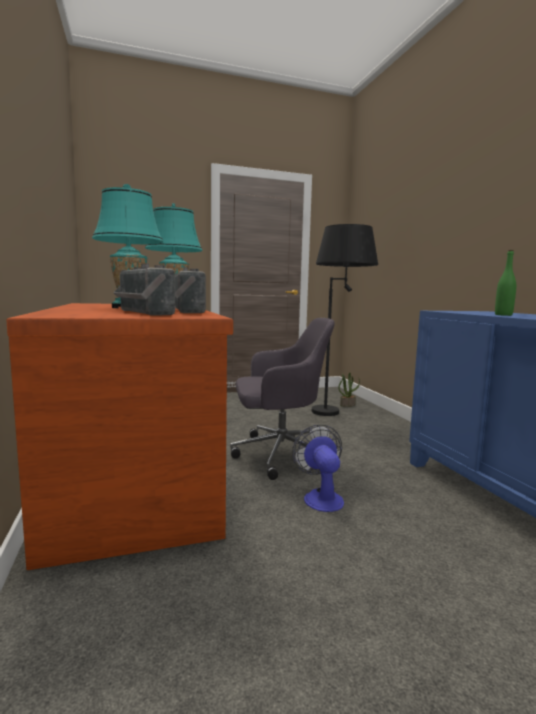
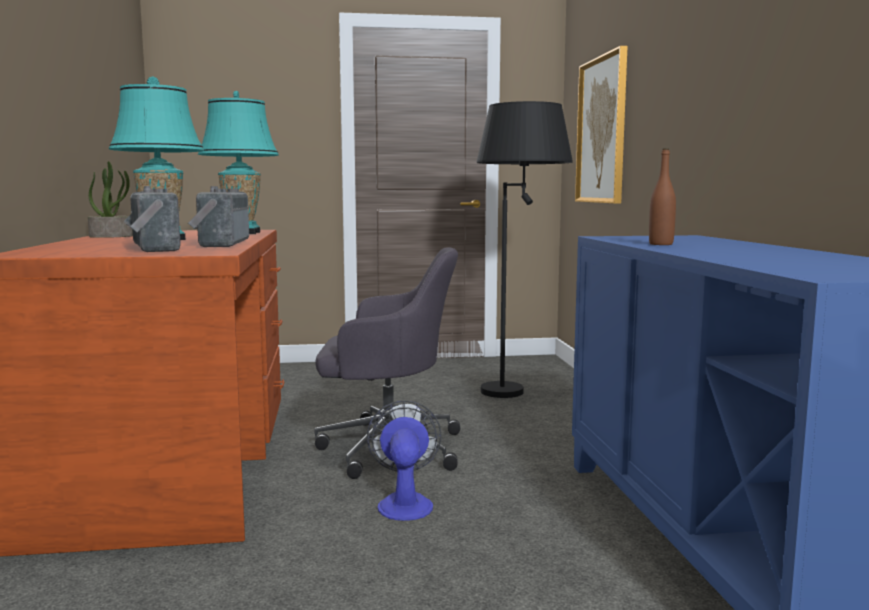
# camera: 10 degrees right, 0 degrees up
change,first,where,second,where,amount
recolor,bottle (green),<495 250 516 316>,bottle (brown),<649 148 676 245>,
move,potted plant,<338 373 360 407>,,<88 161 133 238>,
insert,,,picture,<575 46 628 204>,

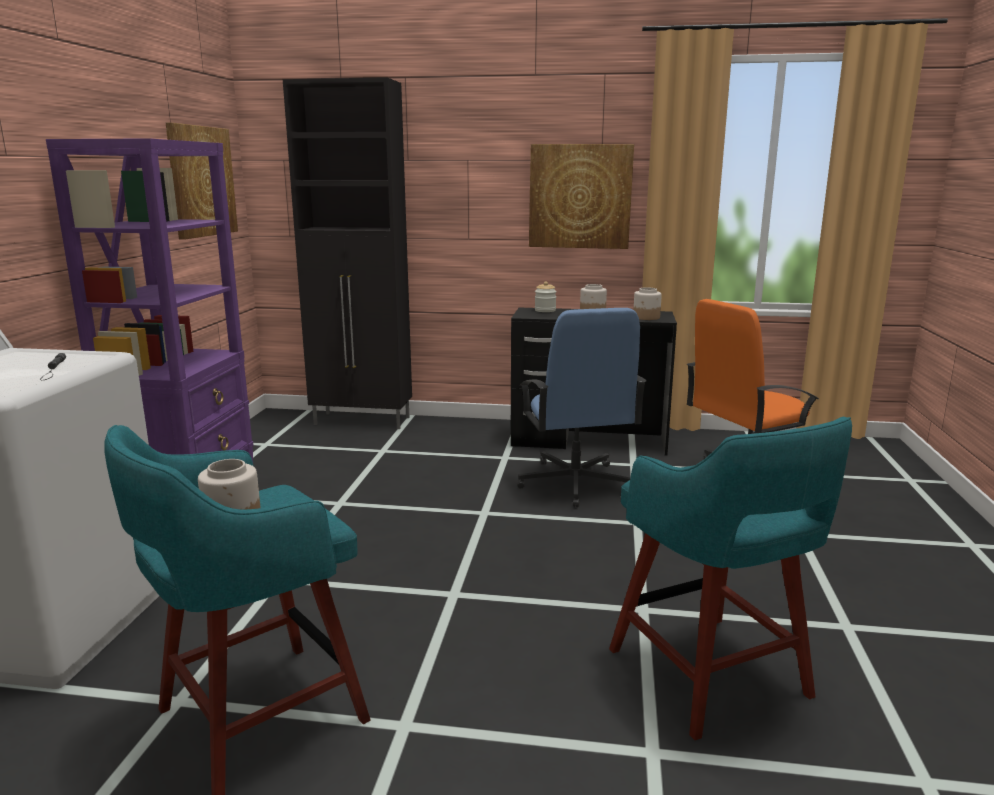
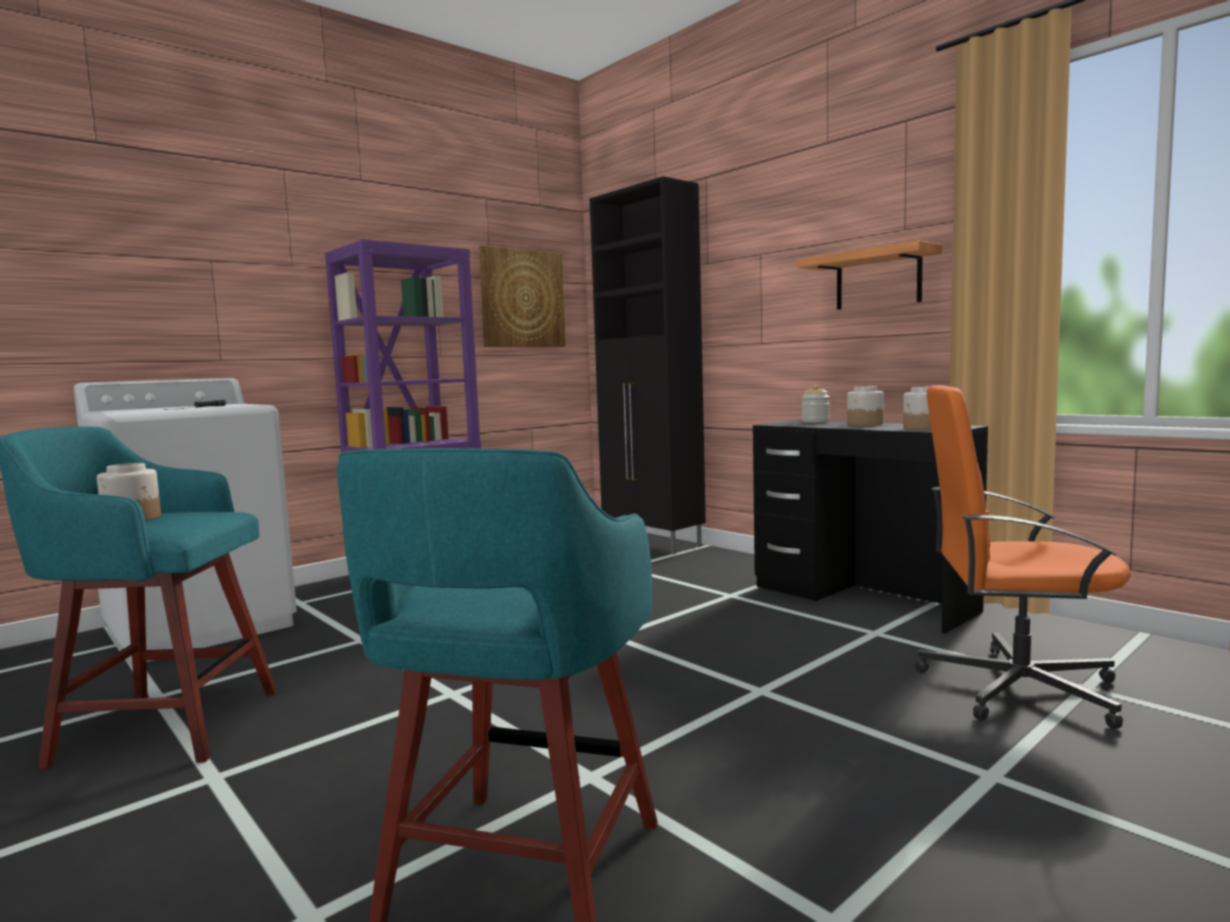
# camera: 40 degrees right, 10 degrees down
change,first,where,second,where,amount
replace,picture,<529 144 634 249>,shelf,<797 240 942 310>,
delete,office chair (blue),<517 308 647 508>,,,

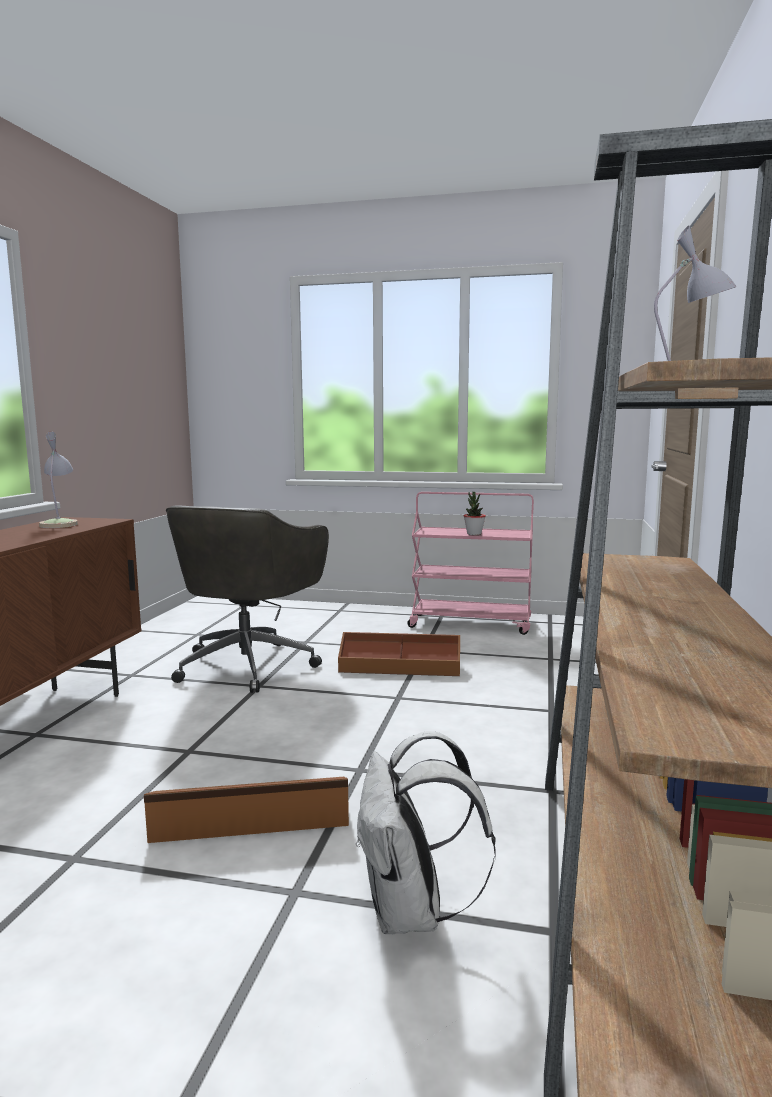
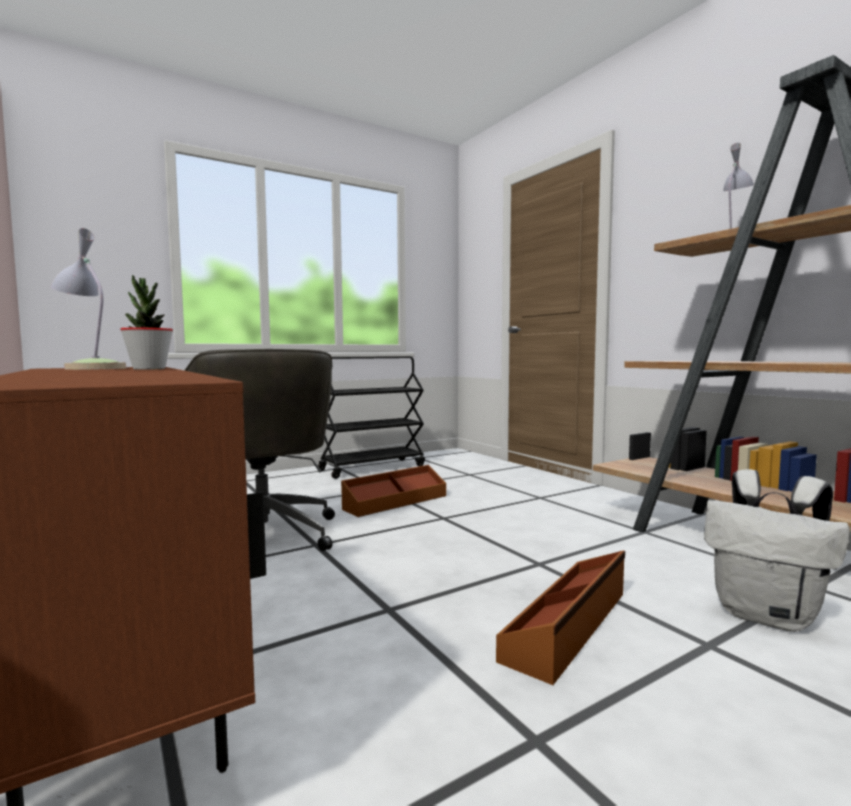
# camera: 45 degrees left, 5 degrees down
change,first,where,second,where,amount
recolor,cart (pink),<407 492 534 635>,cart (black),<318 357 425 479>,
move,potted plant,<464 492 486 535>,,<120 275 173 370>,

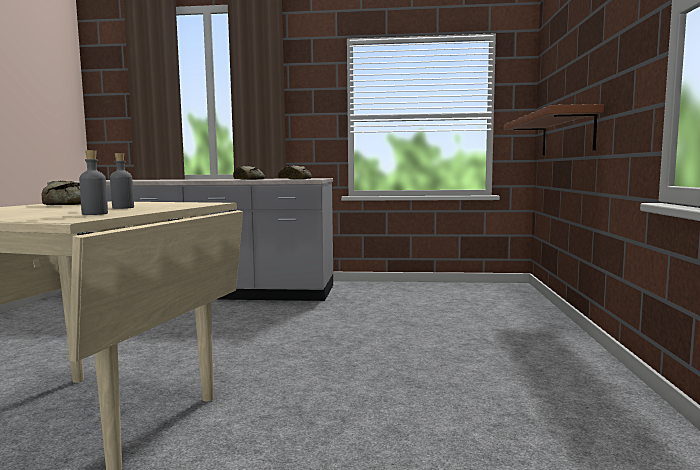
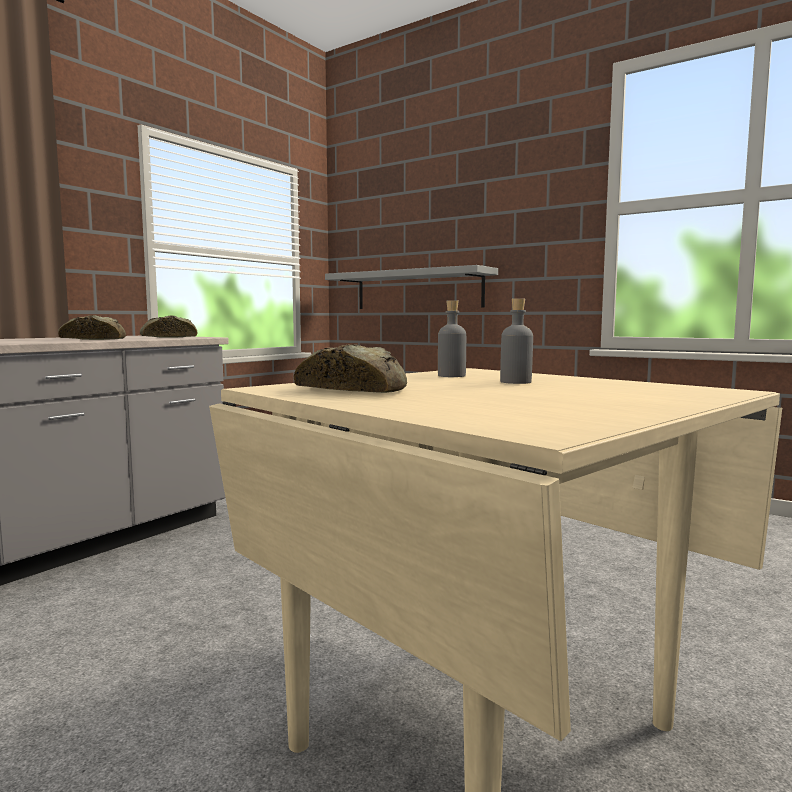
# camera: 60 degrees left, 0 degrees up
change,first,where,second,where,amount
recolor,shelf (brown),<504 104 604 155>,shelf (grey),<325 265 498 309>,
move,bottle (grey),<79 150 108 215>,,<438 300 466 377>,

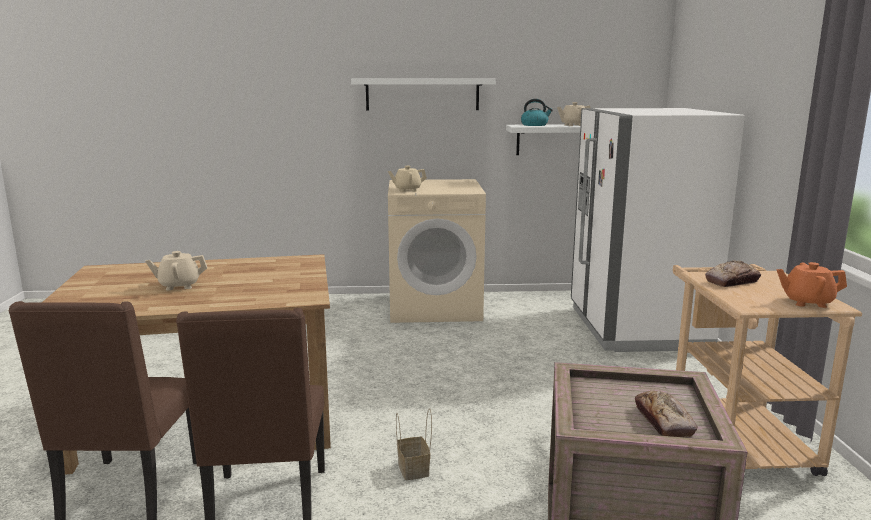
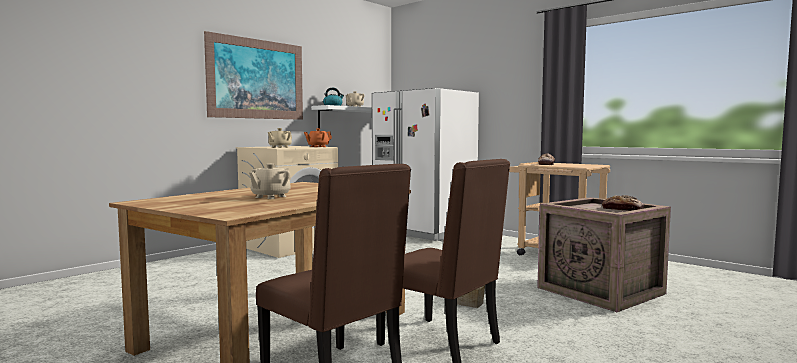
# camera: 45 degrees left, 10 degrees down
change,first,where,second,where,amount
replace,shelf (white),<351 78 496 111>,picture,<204 31 303 120>,
move,teapot (orange),<777 262 847 308>,,<304 128 332 147>,

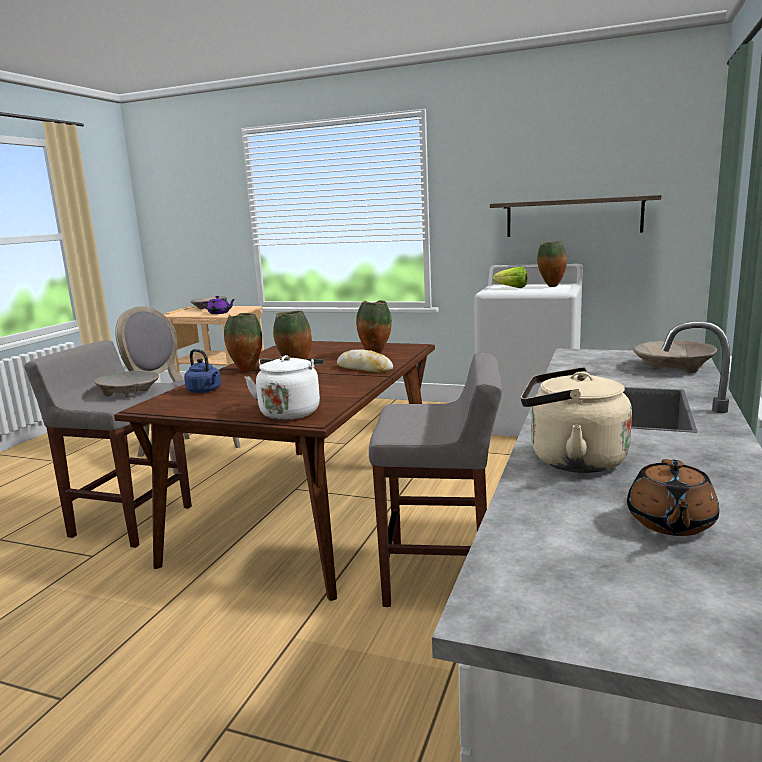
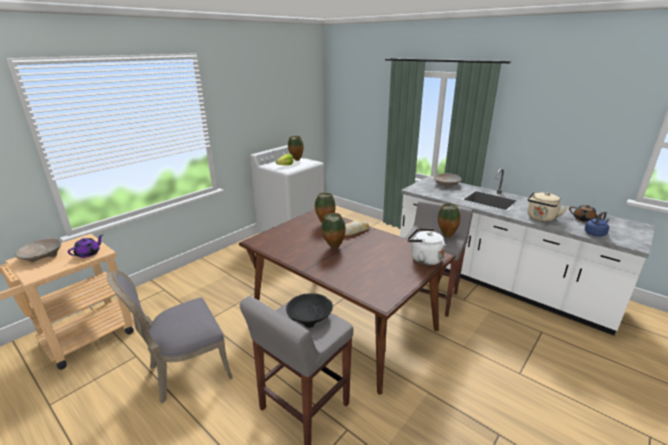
# camera: 70 degrees left, 10 degrees up
change,first,where,second,where,amount
delete,shelf,<490 195 662 237>,,,
move,vase,<224 313 262 372>,,<438 204 460 238>,
move,kettle (blue),<184 349 221 393>,,<585 212 609 237>,
recolor,bowl (beige),<94 371 159 398>,bowl (black),<286 293 333 328>,

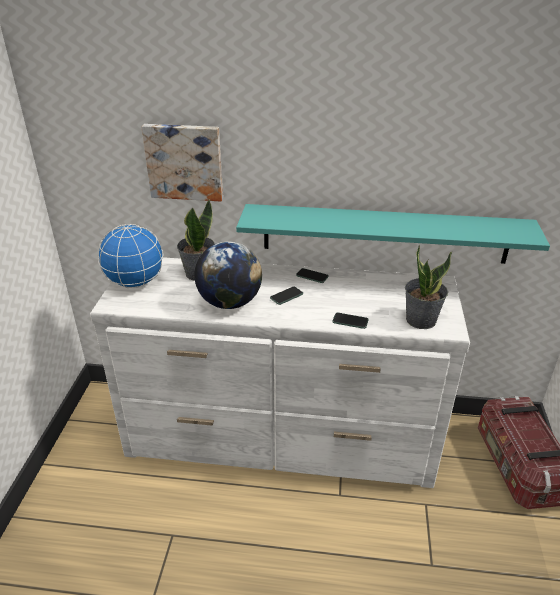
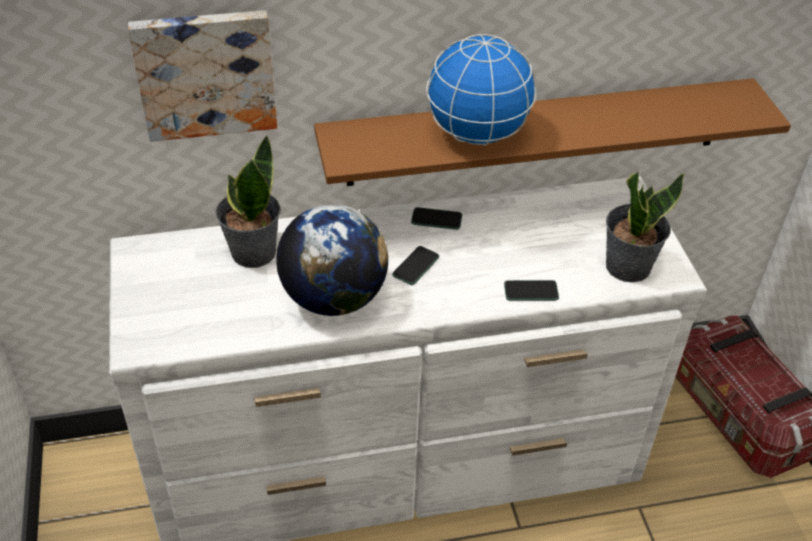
# camera: 20 degrees left, 10 degrees up
change,first,where,second,where,amount
recolor,shelf (turquoise),<236 204 550 264>,shelf (brown),<314 78 791 186>,
move,globe,<98 224 163 288>,,<426 34 536 146>,

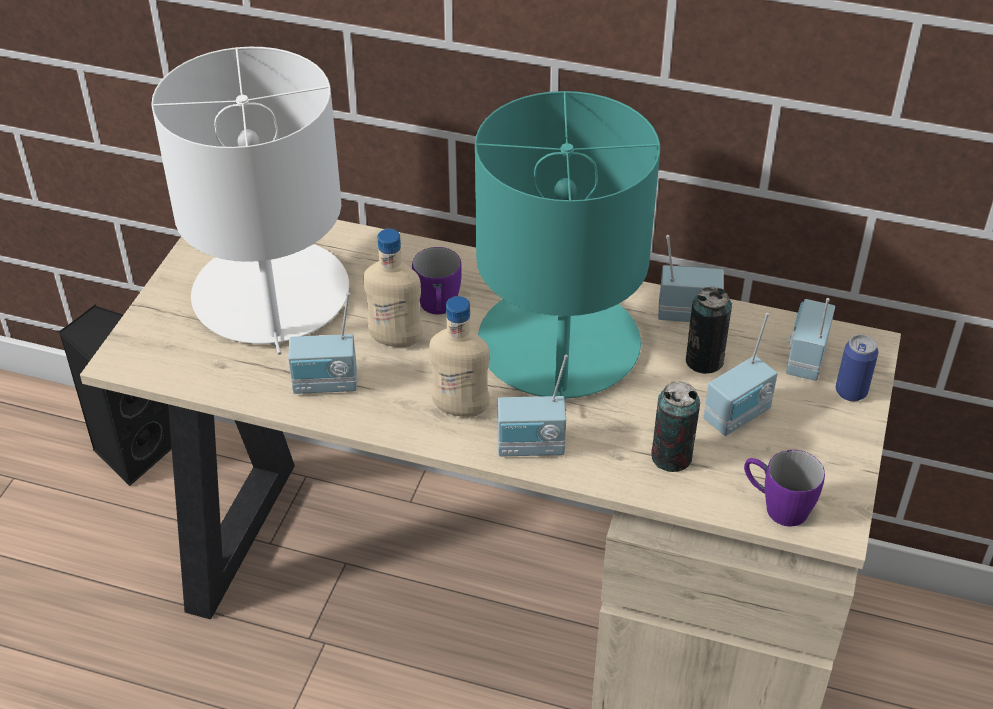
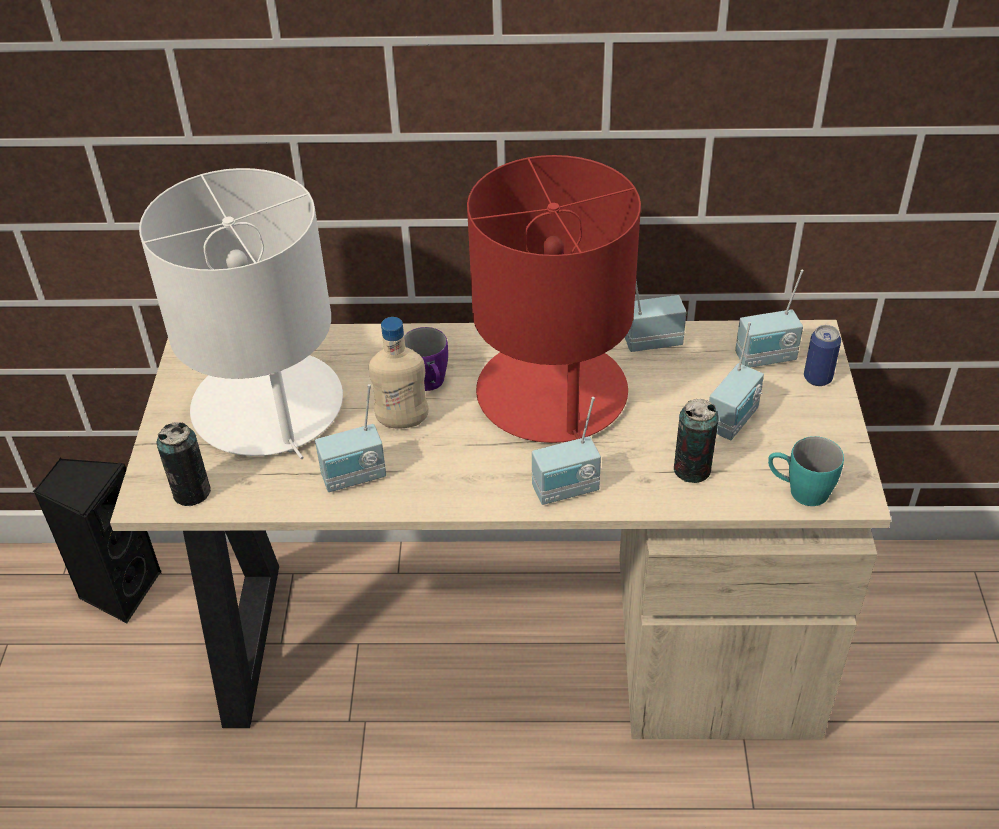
# camera: 15 degrees left, 0 degrees up
change,first,where,second,where,amount
recolor,table lamp (turquoise),<475 91 660 409>,table lamp (red),<467 155 641 443>,
move,can,<686 287 732 374>,,<157 422 211 506>,
delete,bottle (beige),<429 296 490 417>,,,
rotate,radio,<786 298 835 381>,,<735 270 804 368>,105 degrees counterclockwise
recolor,mug (purple),<744 450 825 526>,mug (turquoise),<768 436 844 506>,

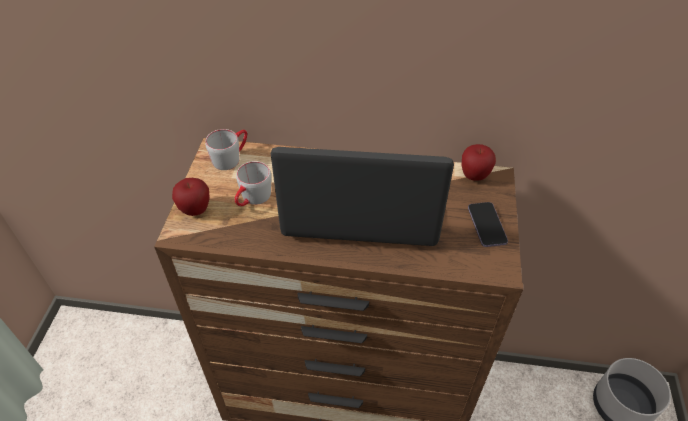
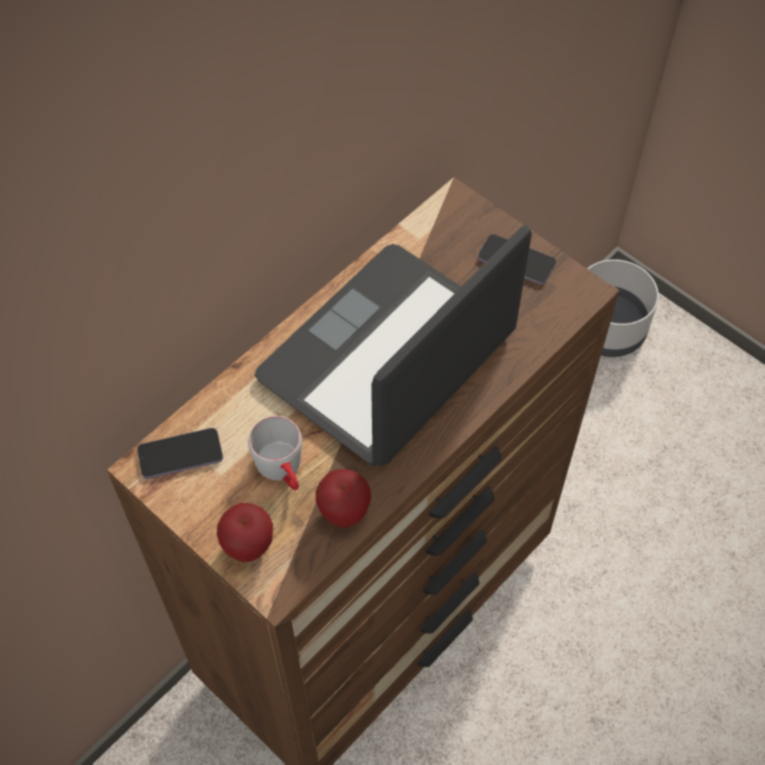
# camera: 55 degrees left, 10 degrees up
change,first,where,second,where,amount
replace,mug (grey),<205 129 247 170>,phone,<137 428 223 479>,
move,apple,<462 144 496 181>,,<316 469 371 528>,

